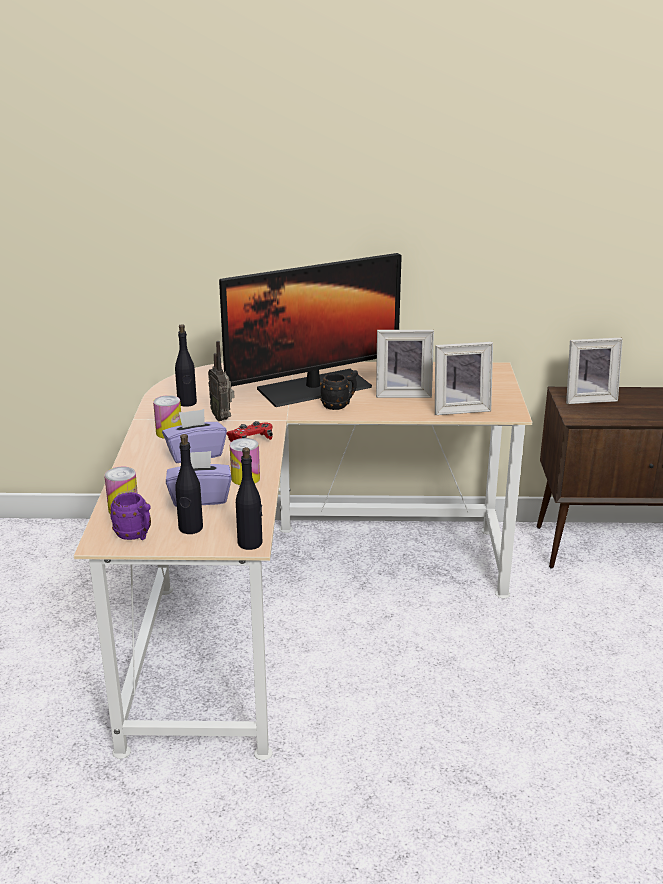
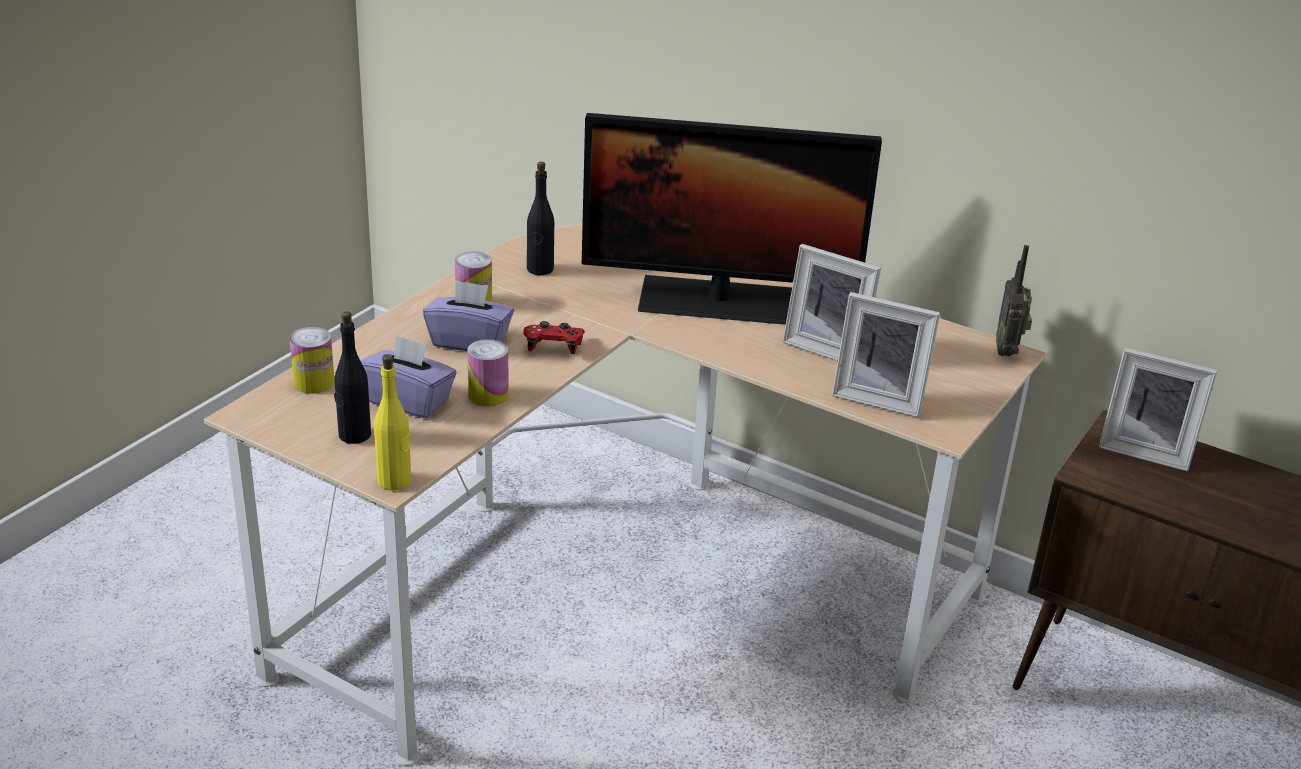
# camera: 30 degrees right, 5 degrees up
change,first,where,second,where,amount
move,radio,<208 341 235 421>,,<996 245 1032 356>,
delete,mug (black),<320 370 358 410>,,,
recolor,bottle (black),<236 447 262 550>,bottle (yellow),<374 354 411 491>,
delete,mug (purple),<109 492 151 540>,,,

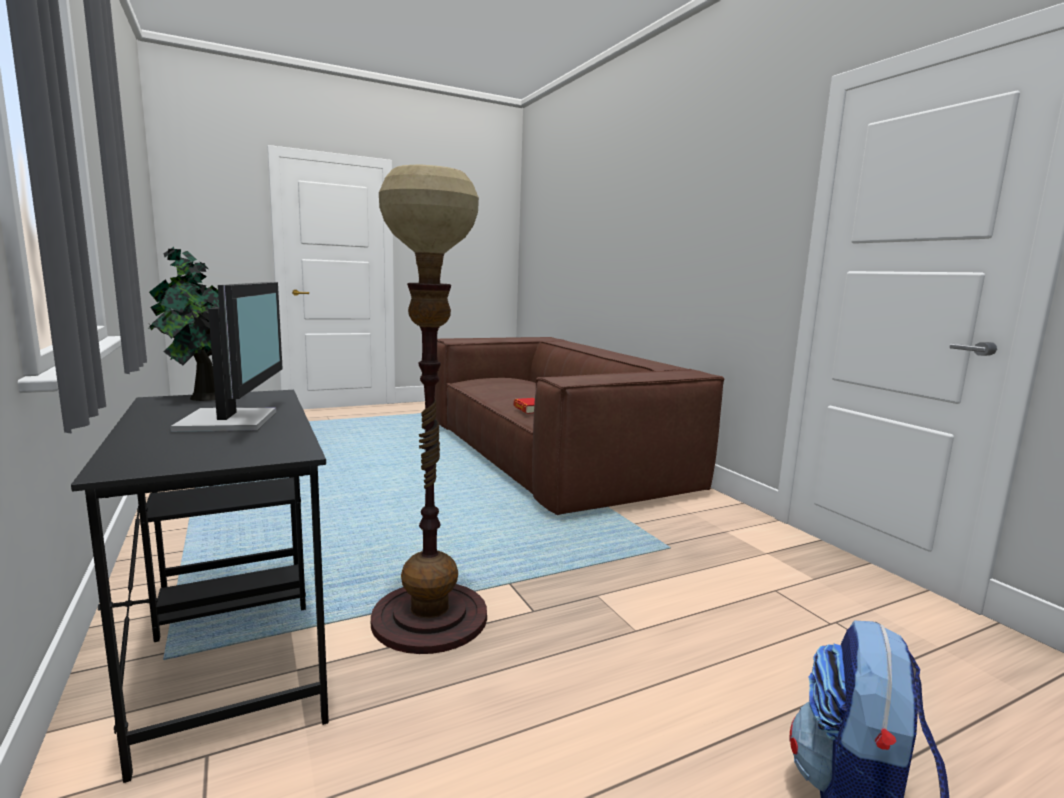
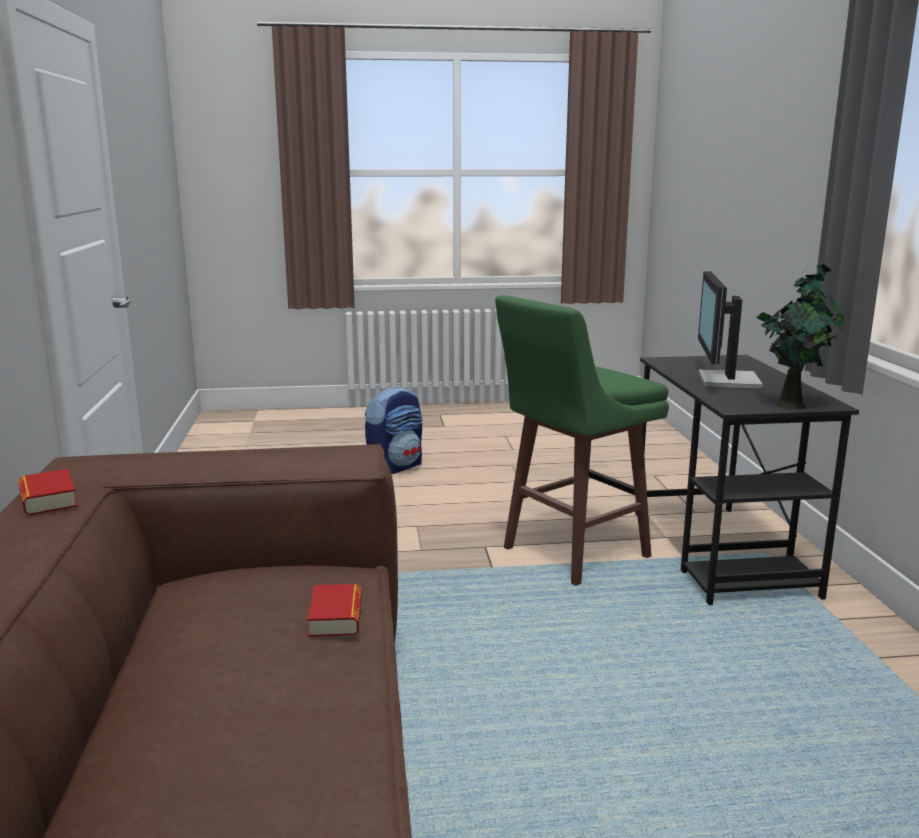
# camera: 160 degrees left, 5 degrees up
change,first,where,second,where,amount
replace,floor lamp,<371 165 487 654>,stool (green),<495 295 669 586>,
insert,,,book,<18 469 78 515>,

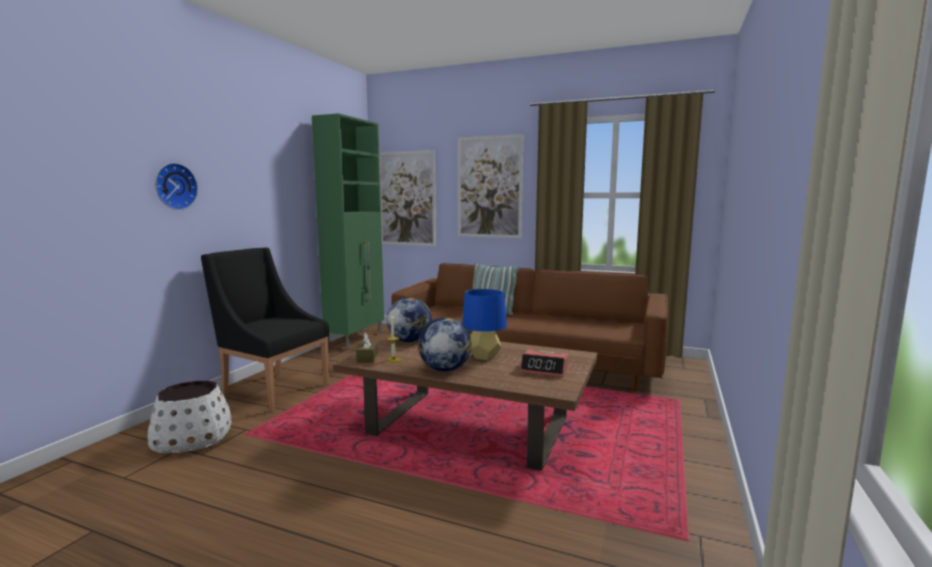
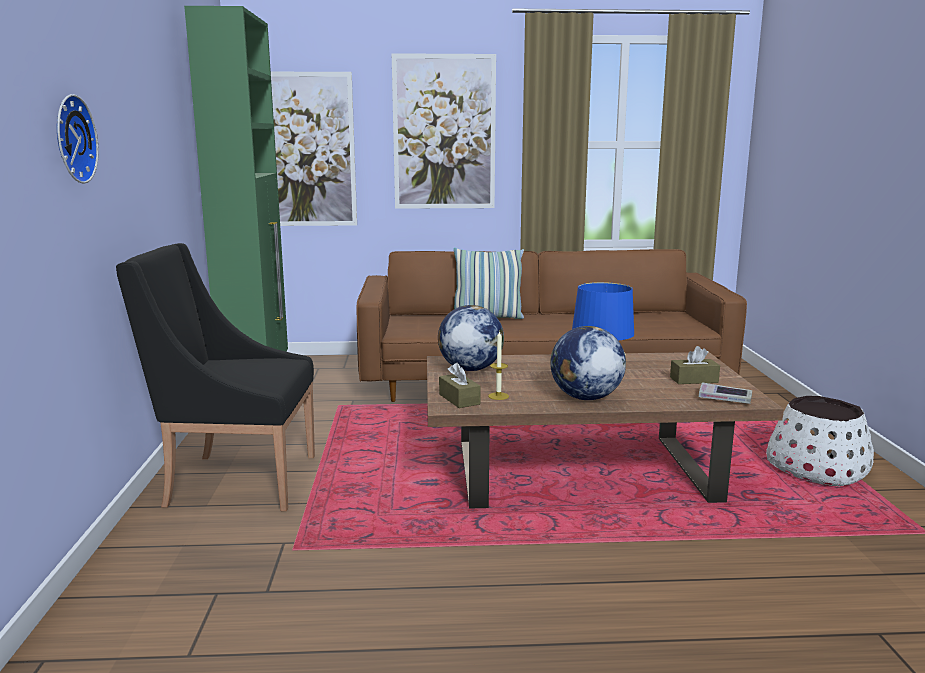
# camera: 25 degrees left, 5 degrees up
change,first,where,second,where,amount
replace,alarm clock,<520 350 568 377>,tissue box (brown),<670 346 720 384>,
move,planter (white),<148 381 232 453>,,<766 396 874 487>,
insert,,,book,<699 382 752 404>,

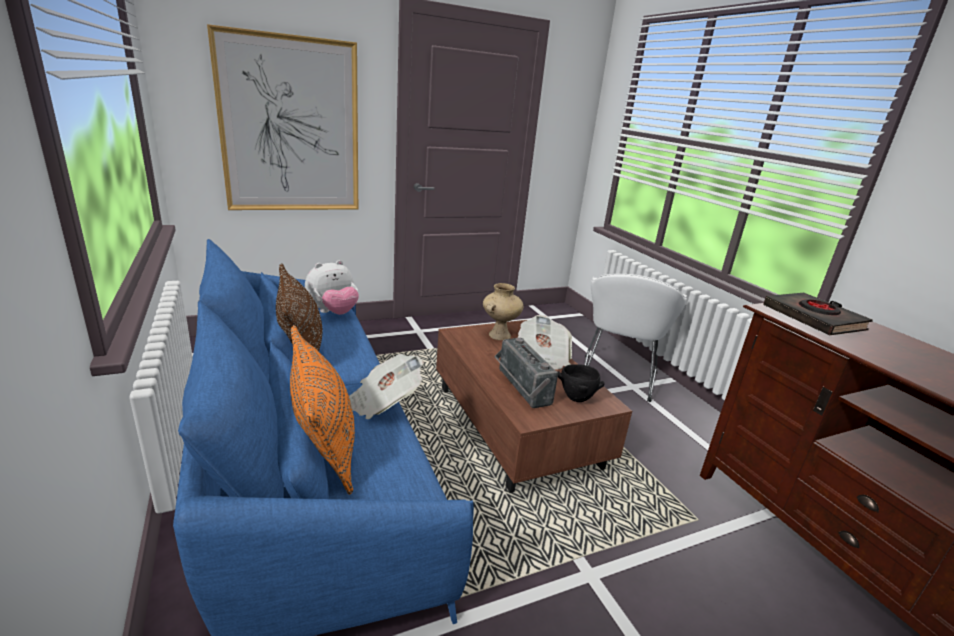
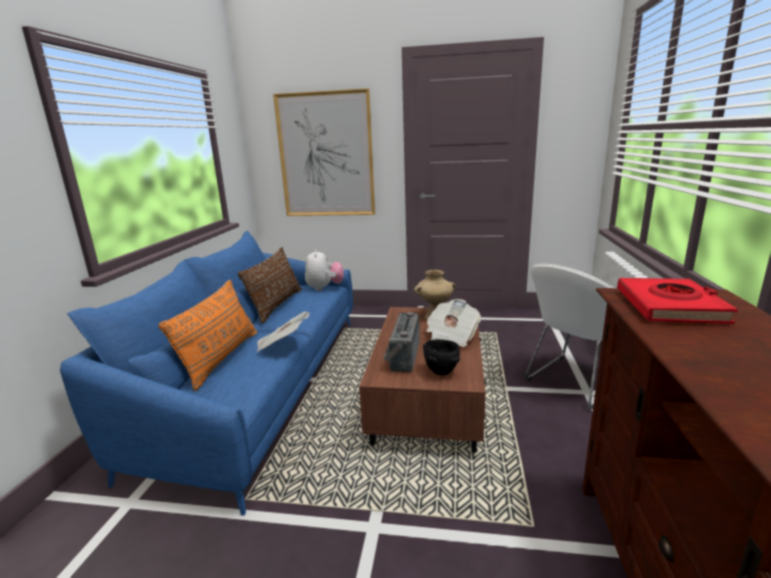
# camera: 35 degrees right, 5 degrees down
change,first,where,second,where,amount
rotate,plush toy,<305 260 359 315>,,<305 249 344 291>,90 degrees counterclockwise
recolor,book (black),<763 293 873 335>,book (red),<617 278 738 324>,

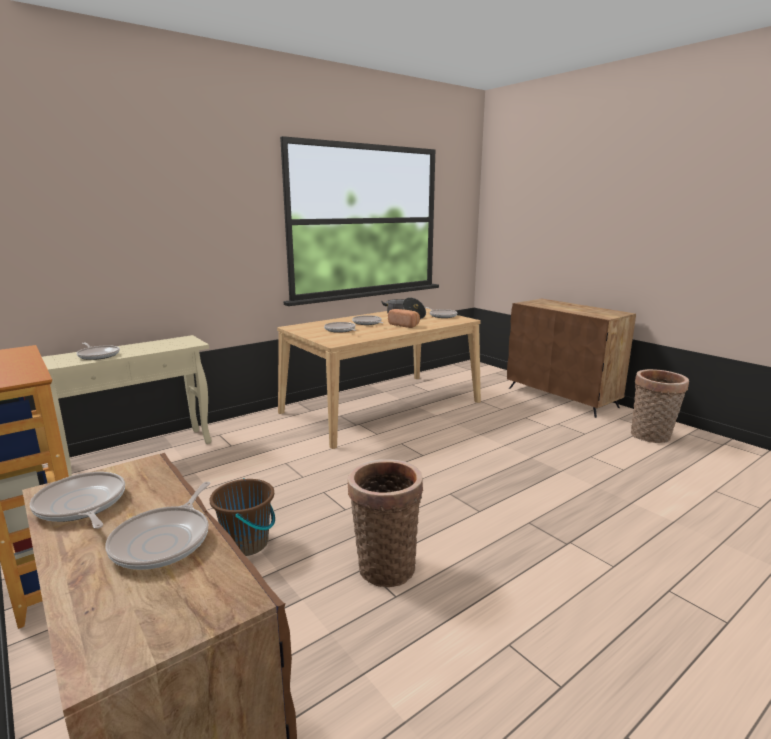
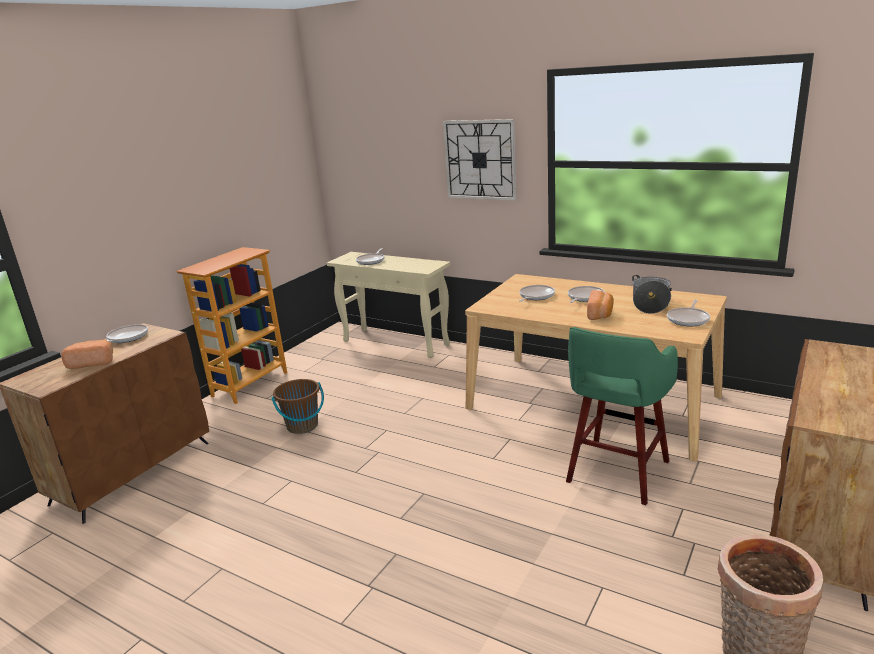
# camera: 70 degrees right, 5 degrees up
change,first,where,second,where,amount
delete,basket,<348 459 423 587>,,,
replace,frying pan,<105 482 210 570>,bread,<61 340 113 369>,
insert,,,wall clock,<443 119 517 201>,
insert,,,stool (green),<566 327 678 505>,

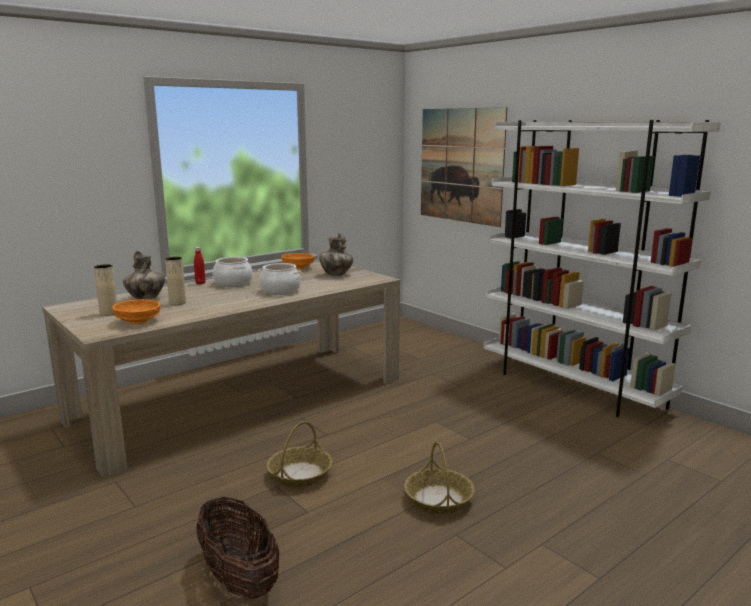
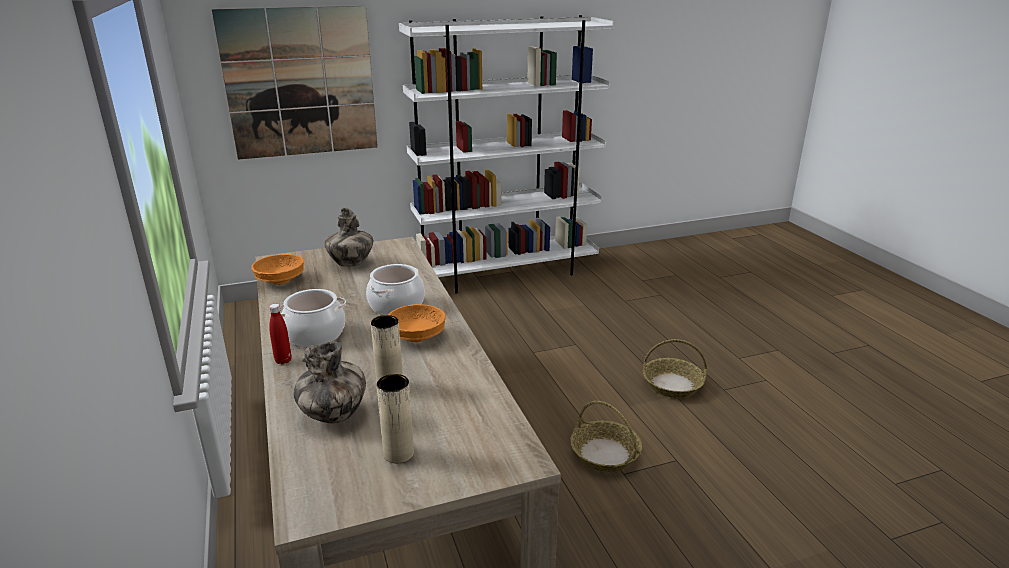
# camera: 70 degrees left, 10 degrees up
change,first,where,second,where,amount
move,bowl (orange),<112 299 160 324>,,<388 304 446 342>,
delete,basket,<196 496 279 600>,,,

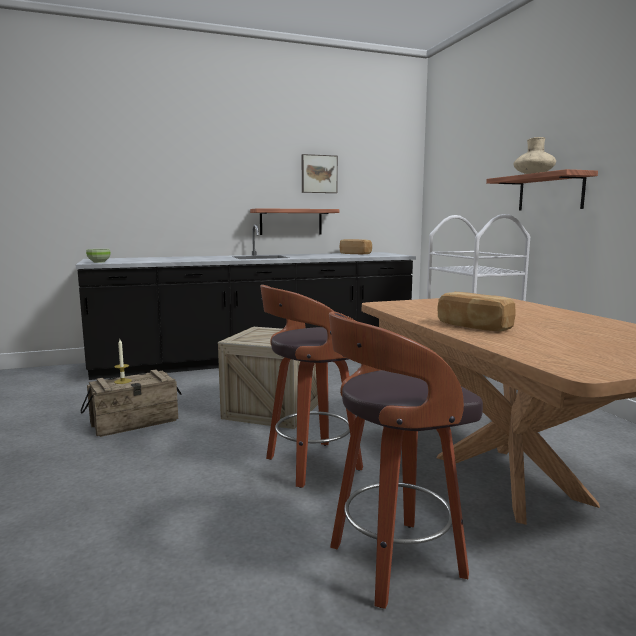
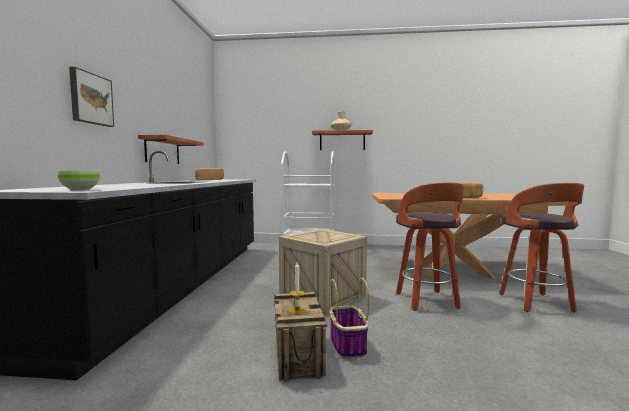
# camera: 65 degrees left, 5 degrees down
change,first,where,second,where,amount
move,picture,<302 154 338 193>,,<69 67 114 127>,
insert,,,basket,<329 278 369 359>,

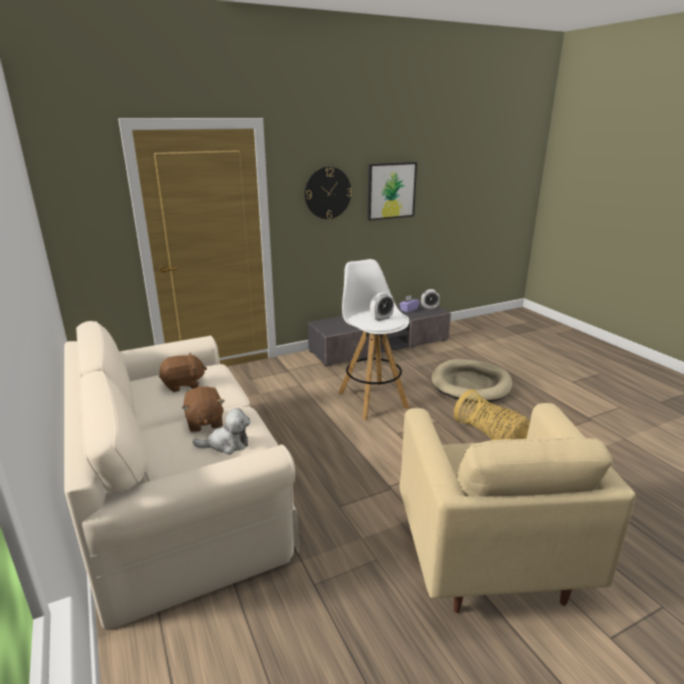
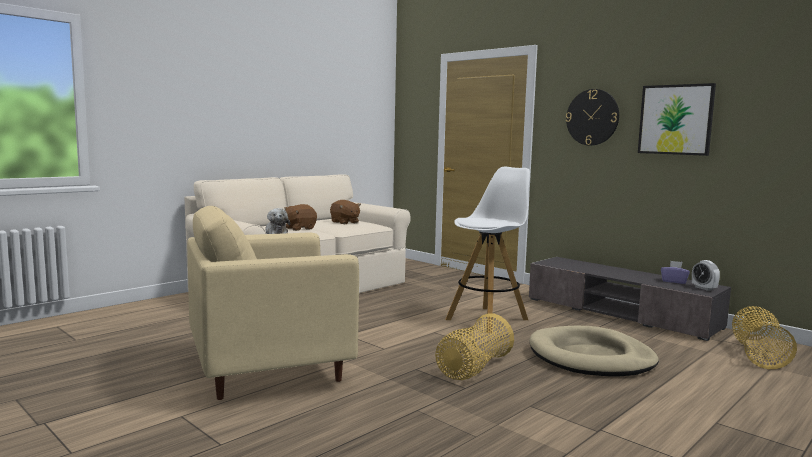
# camera: 70 degrees right, 15 degrees down
change,first,where,second,where,amount
delete,alarm clock,<370 292 394 321>,,,
insert,,,basket,<732 306 797 369>,

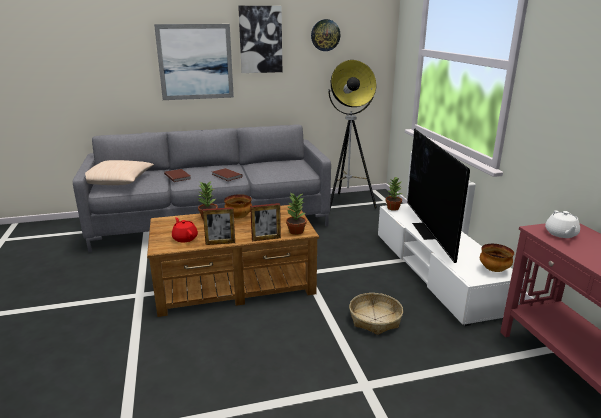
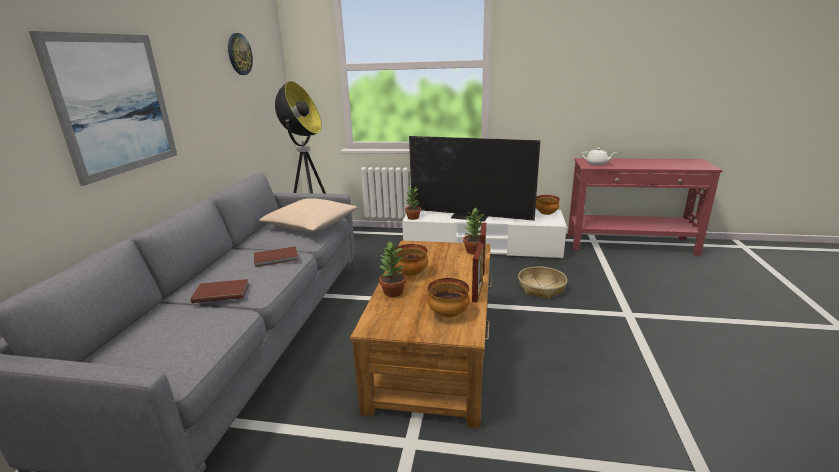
# camera: 65 degrees left, 0 degrees up
change,first,where,second,where,amount
delete,picture,<238 6 282 73>,,,
move,pillow (beige),<85 160 154 185>,,<258 198 358 232>,
replace,teapot (red),<172 217 198 242>,bowl,<427 278 470 317>,

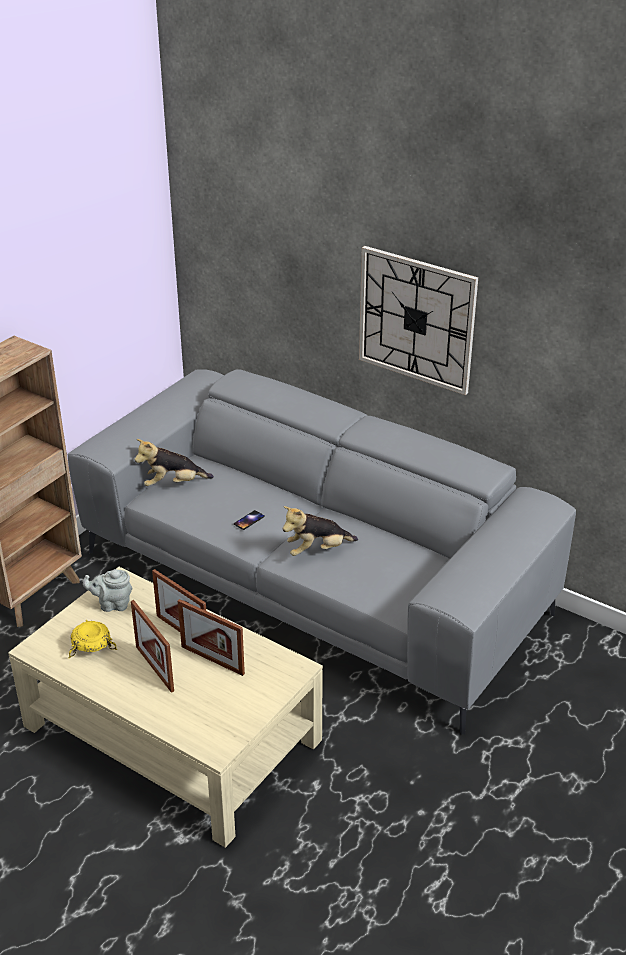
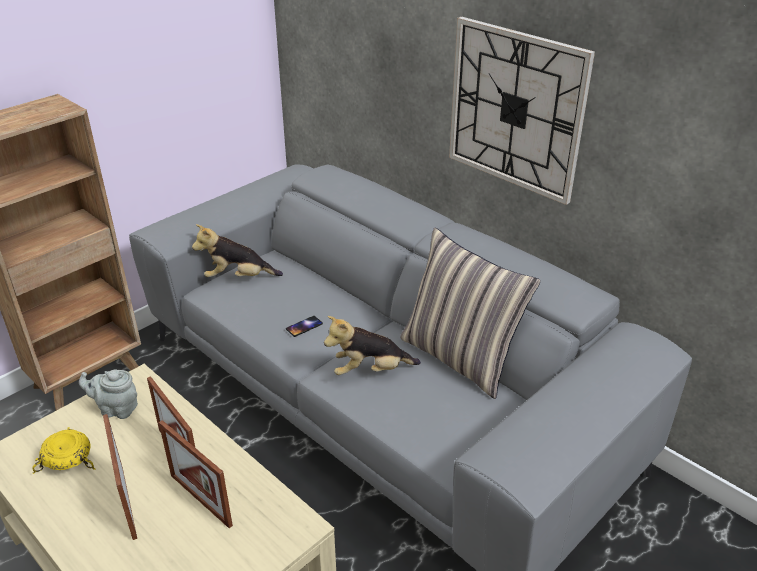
# camera: 10 degrees right, 0 degrees up
change,first,where,second,where,amount
insert,,,pillow,<400 228 541 399>,

